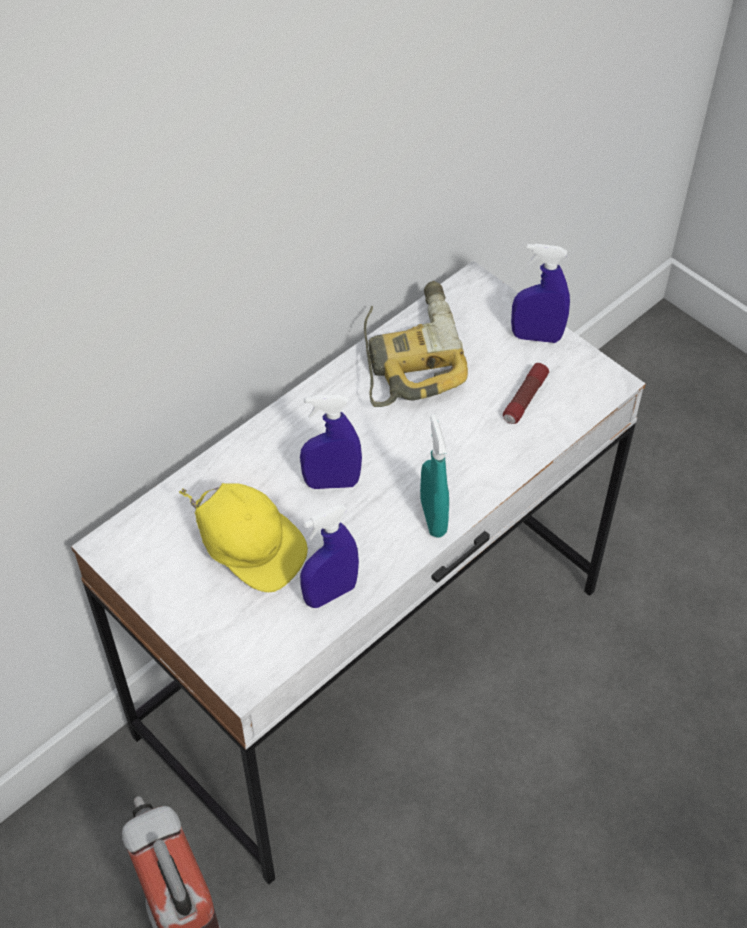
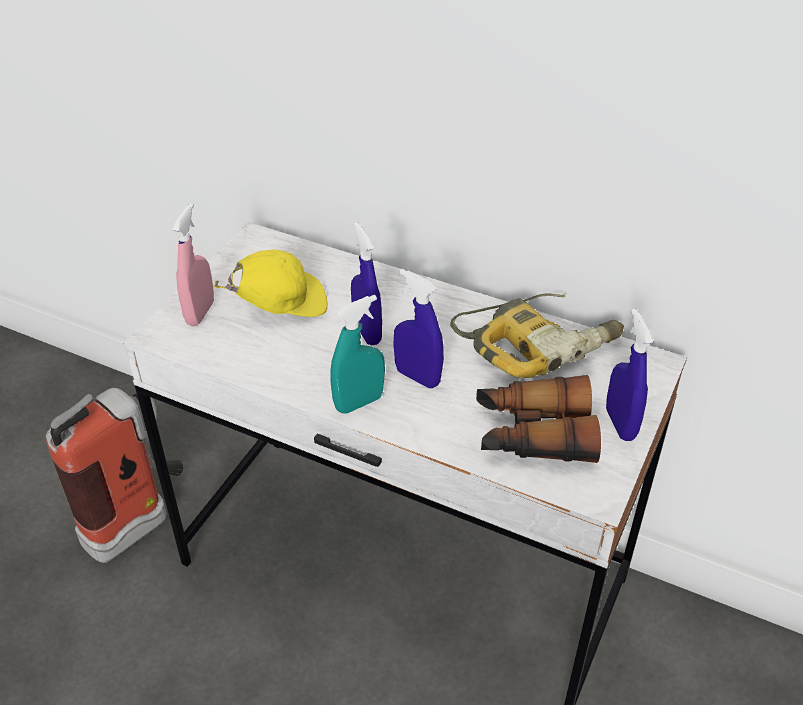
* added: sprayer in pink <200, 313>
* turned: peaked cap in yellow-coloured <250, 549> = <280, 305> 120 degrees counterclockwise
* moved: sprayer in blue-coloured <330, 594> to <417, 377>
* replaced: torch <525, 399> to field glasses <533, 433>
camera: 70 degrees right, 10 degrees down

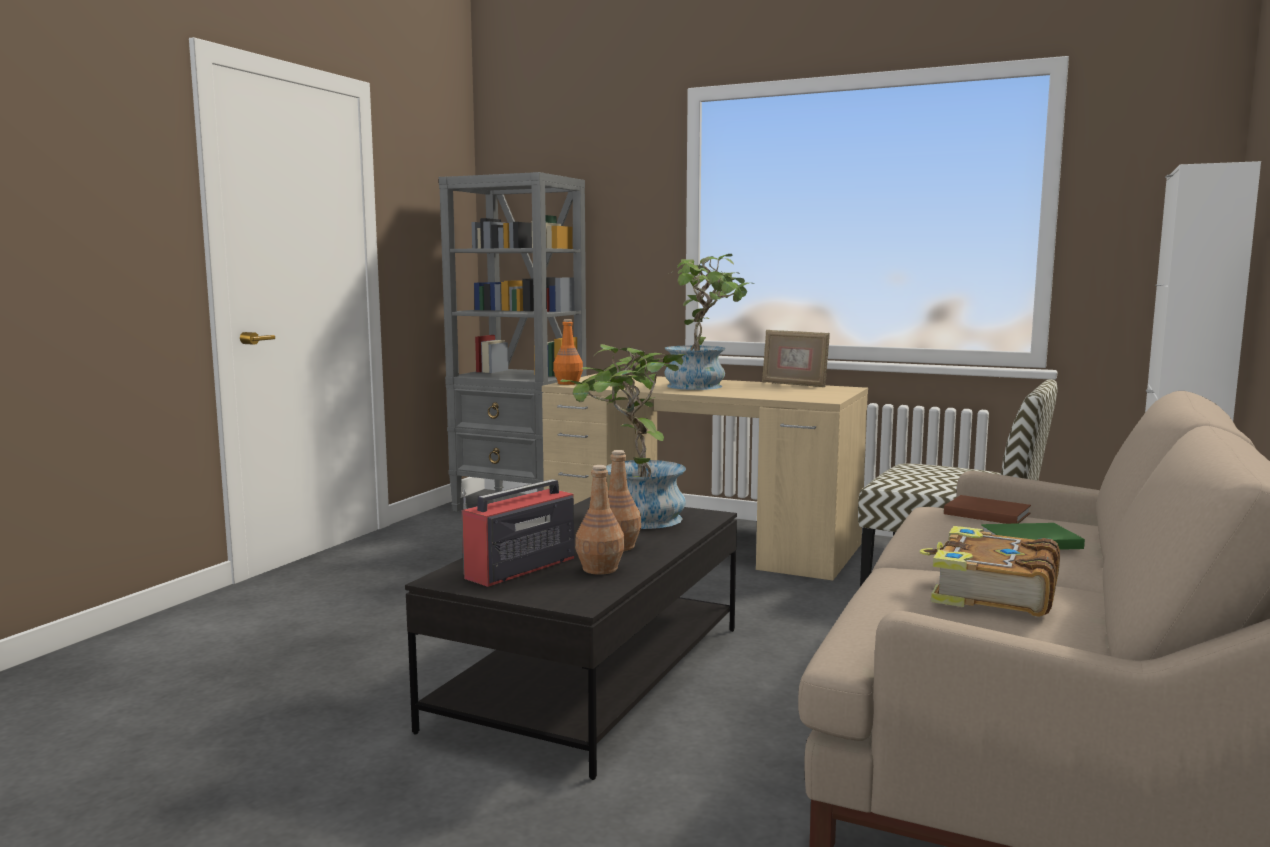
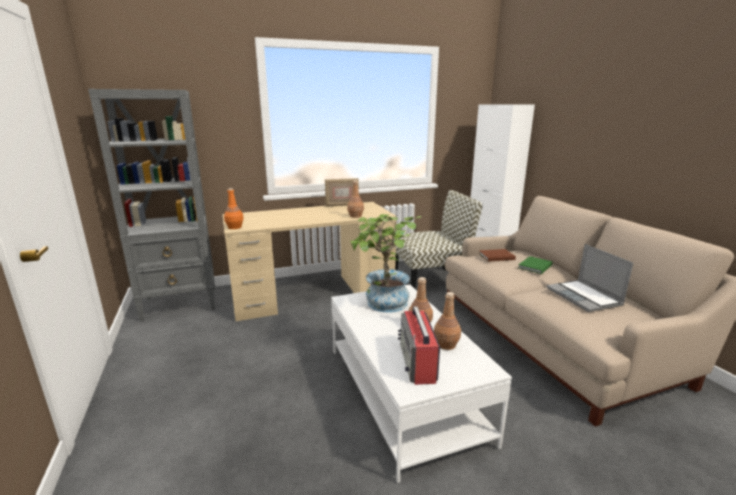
* recoloured: lounge table in blackish <593, 676> to lounge table in whitish <404, 393>
* added: drink bottle in brownish <355, 216>
* replaced: volume <991, 592> to portable computer <584, 297>
* removed: houseplant <703, 386>
camera: 45 degrees left, 10 degrees up

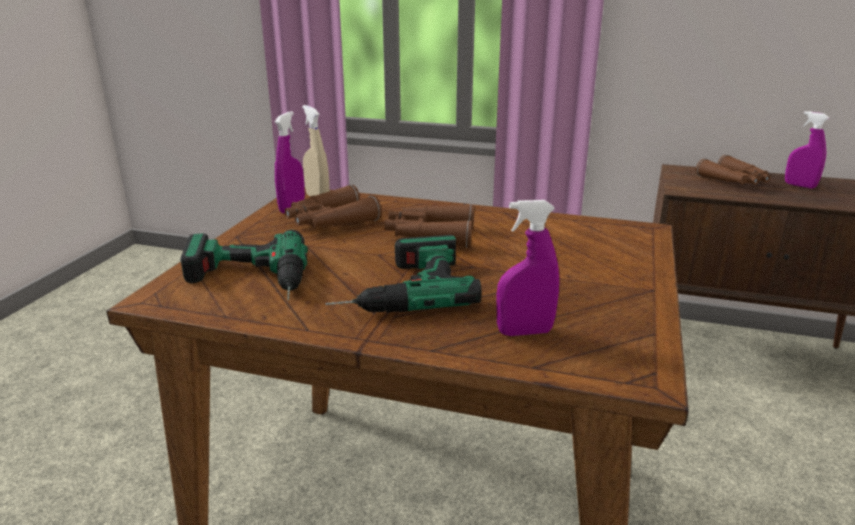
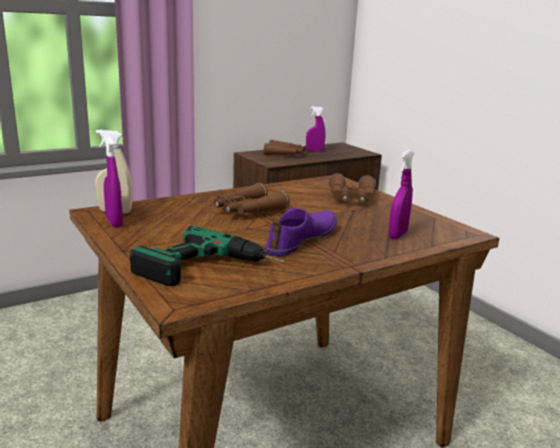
* replaced: electric drill <397, 288> to low shoe in purple-coloured <302, 239>
* moved: field glasses in brownish <330, 221> to <351, 199>
camera: 50 degrees left, 5 degrees down

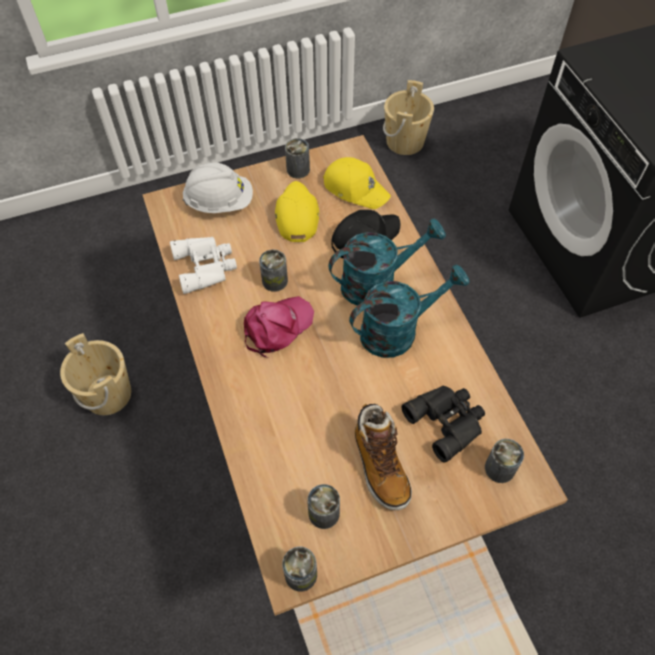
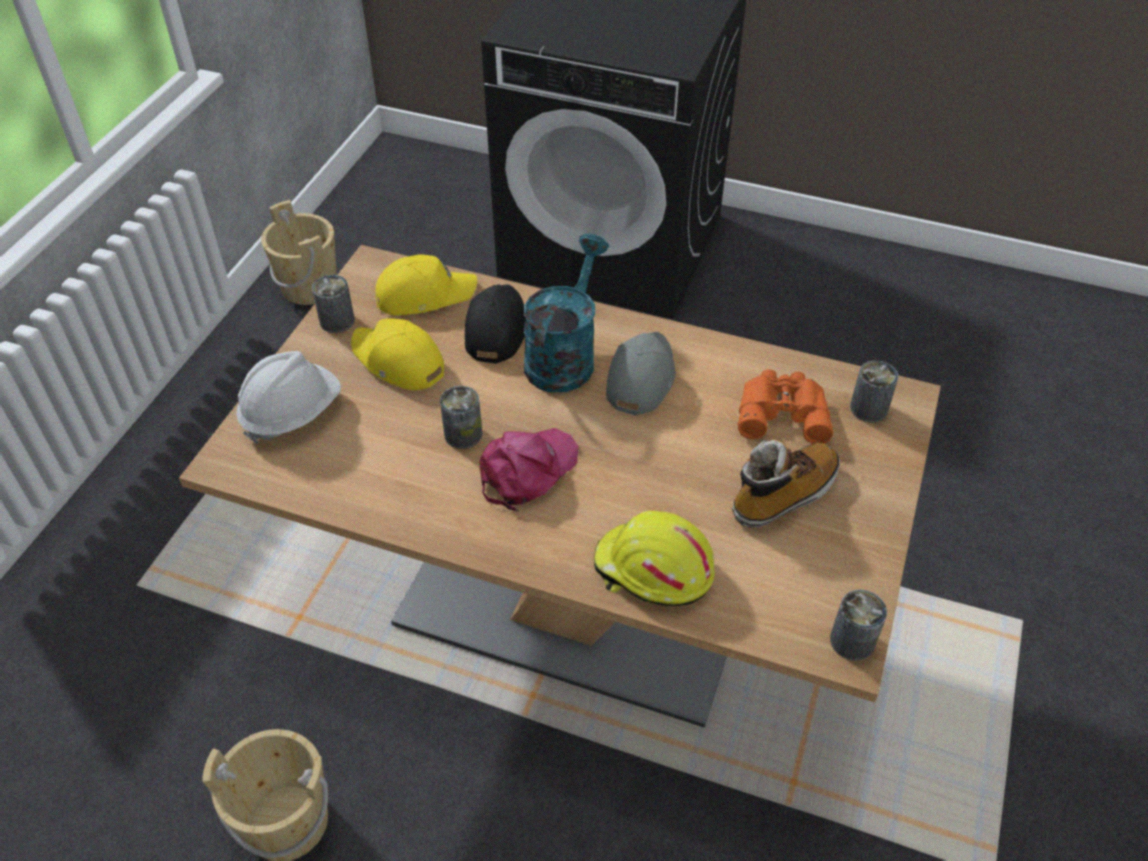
* turned: peaked cap in pink <277, 327> = <527, 471> 45 degrees clockwise
* added: safety helmet in yellow-coloured <652, 570>
* replaced: watering pot in blue-green <398, 330> to peaked cap in gray <640, 378>
* turned: high-top boot <380, 466> = <784, 494> 60 degrees counterclockwise
* recoloured: field glasses in blackish <447, 420> to field glasses in orange <782, 411>
* removed: field glasses in whitish <206, 266>
* removed: sealed can <324, 513>
camera: 50 degrees left, 10 degrees down

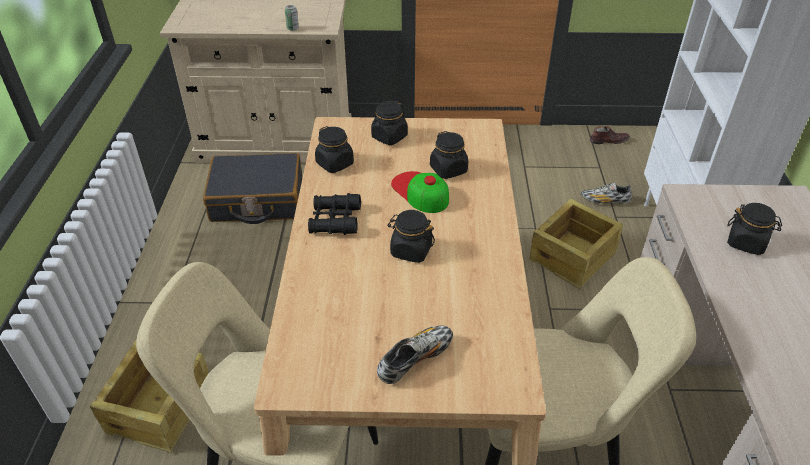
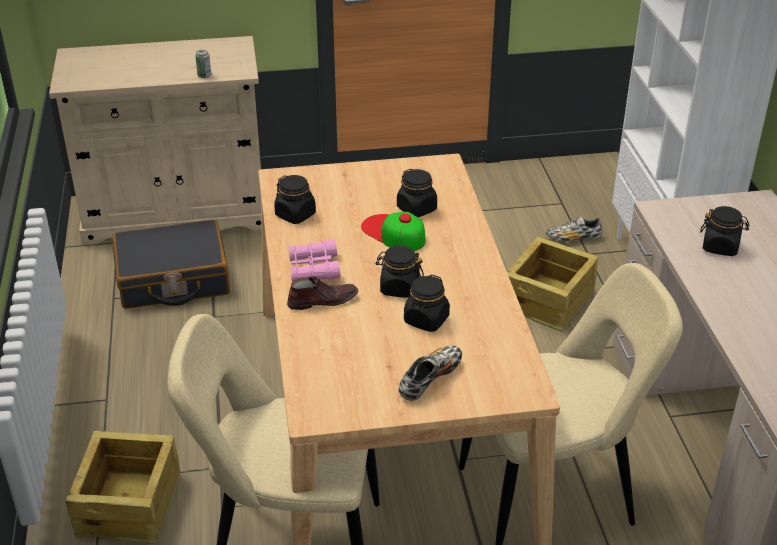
* moved: low shoe in brownish <608, 140> to <322, 300>
* recoloured: field glasses in blackish <335, 220> to field glasses in pink <314, 269>
* moved: jar in blackish <389, 137> to <426, 320>
camera: 10 degrees left, 5 degrees down

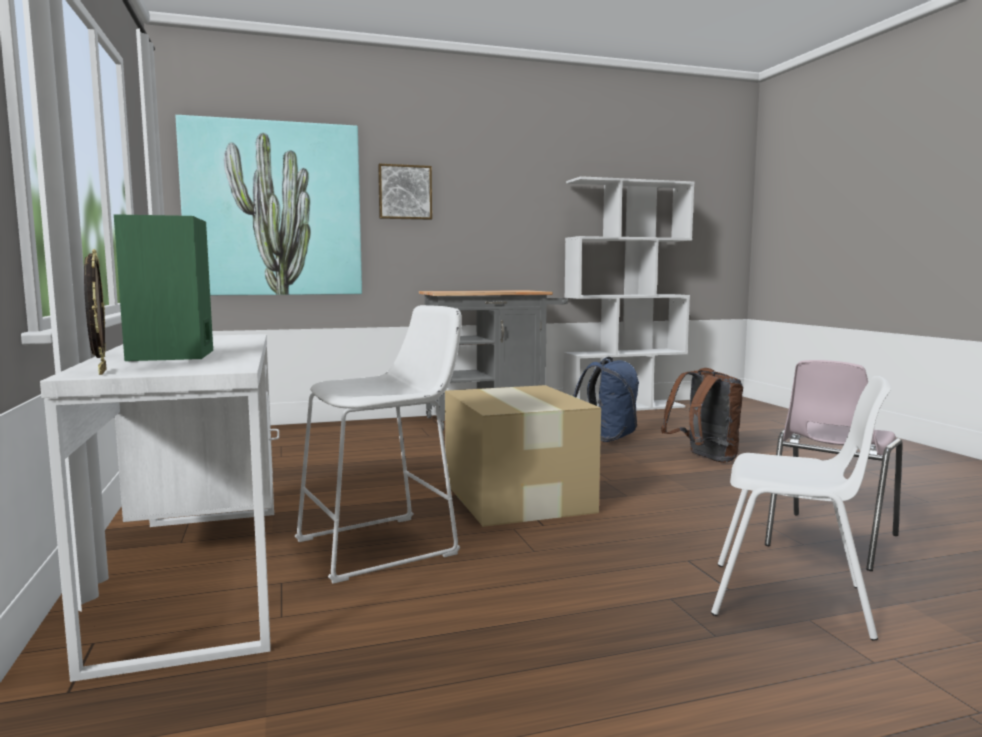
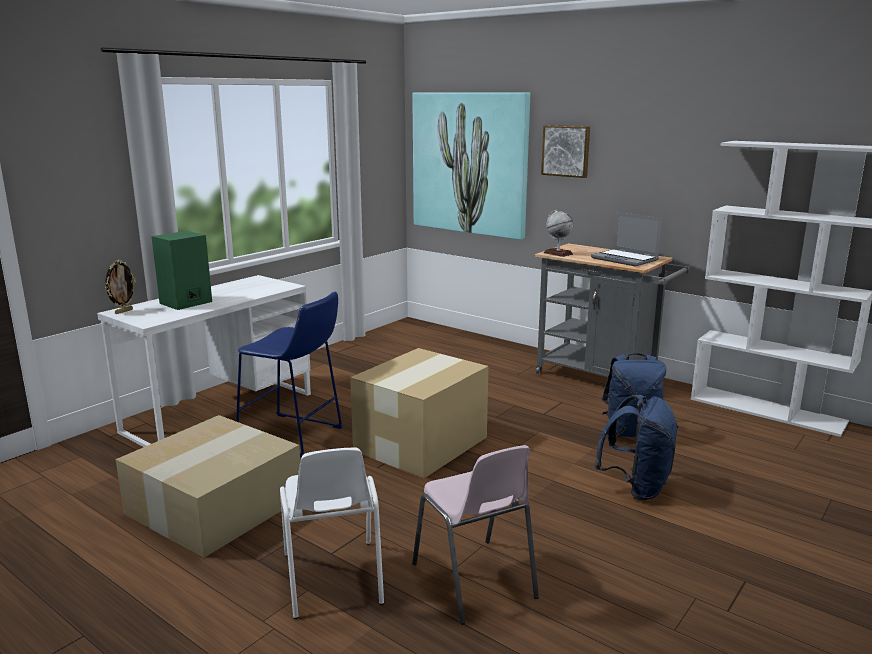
* added: carton <215, 504>
* recoloured: stool seat in whitish <385, 546> to stool seat in blue-coloured <294, 436>
* turned: chair in pink <829, 540> = <474, 581> 120 degrees counterclockwise
* added: desk globe <558, 253>
* added: portable computer <625, 259>
* recoloured: knapsack in brownish <704, 459> to knapsack in blue-coloured <636, 487>
camera: 55 degrees right, 10 degrees up

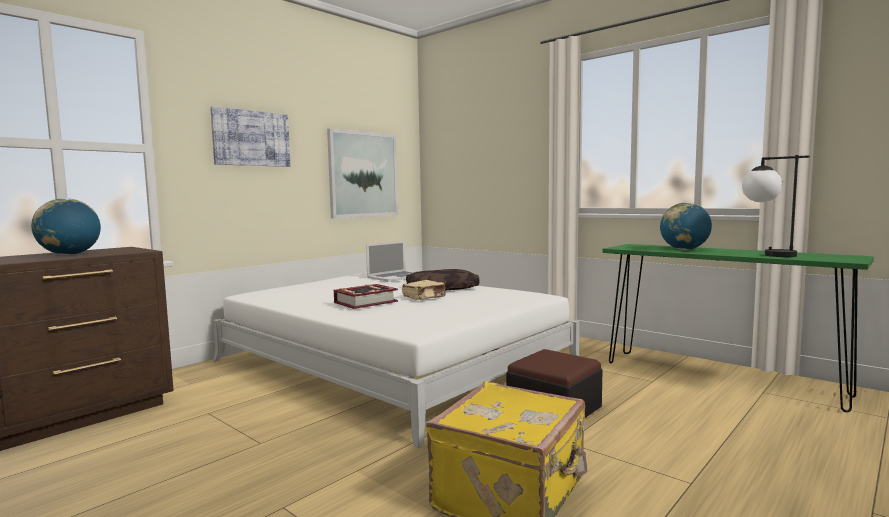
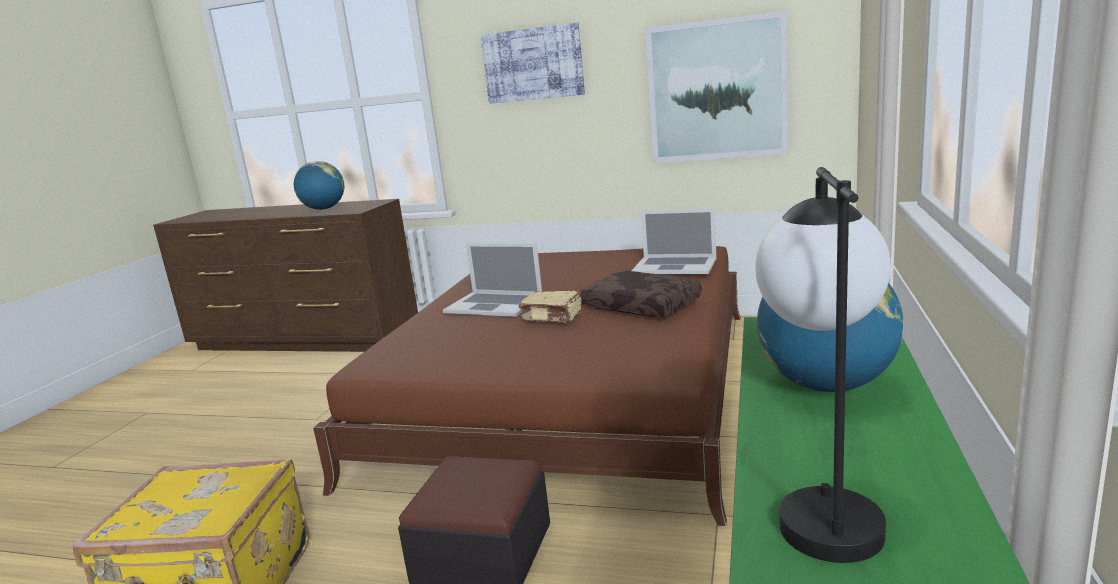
* recoloured: bed in whitish <392, 362> to bed in brownish <574, 388>
* replaced: volume <365, 302> to portable computer <494, 304>
camera: 65 degrees right, 10 degrees up

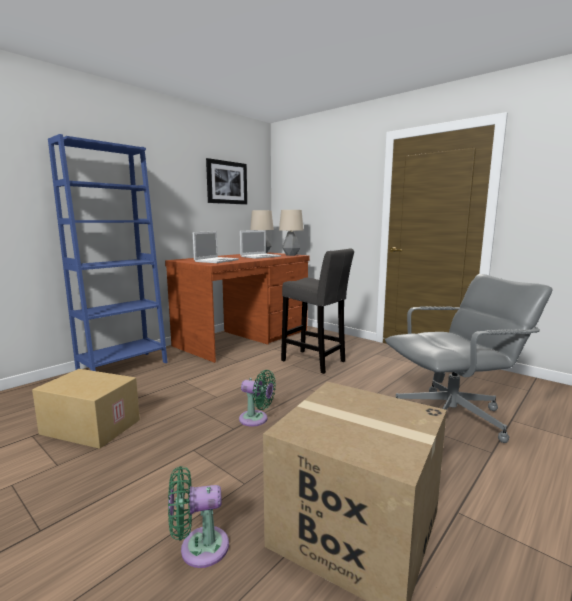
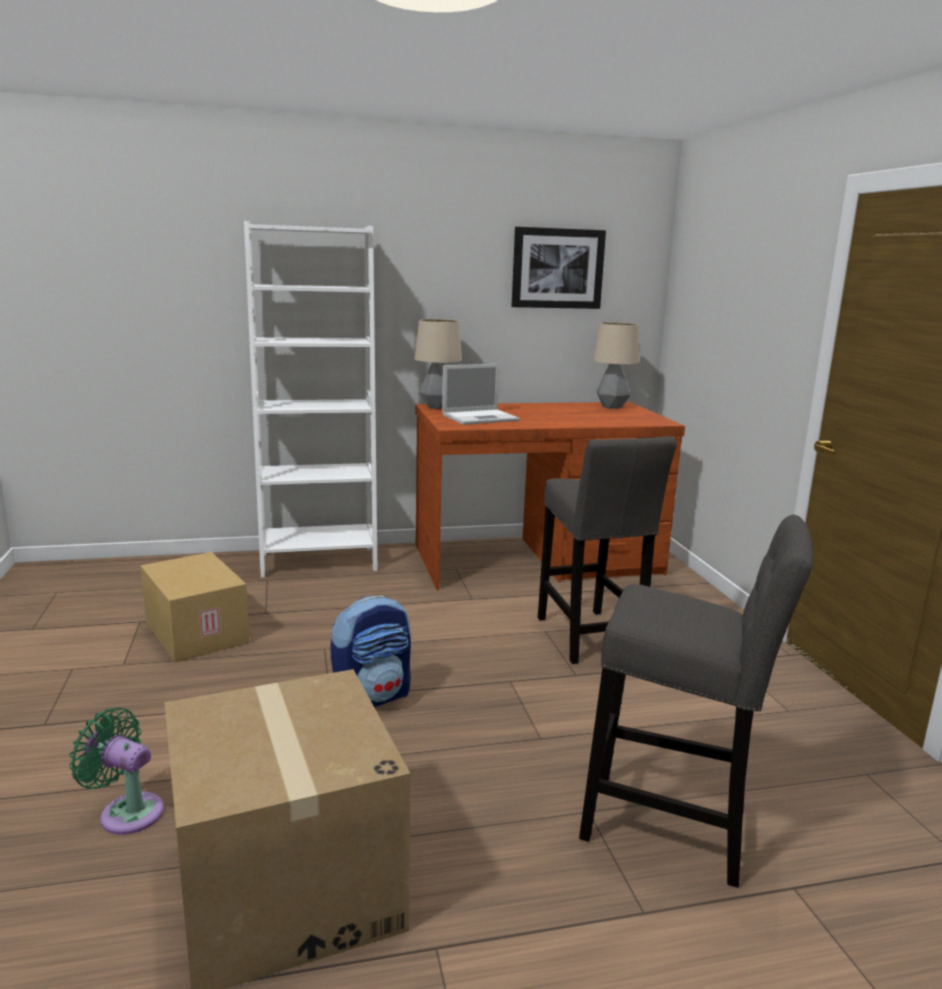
* recoloured: bookshelf in blue-coloured <123, 367> to bookshelf in whitish <318, 561>
* replaced: electric fan in greenish <256, 419> to knapsack <372, 697>
* moved: tabletop lamp <291, 255> to <437, 407>
* replaced: office chair in gray <452, 418> to stool seat in gray <674, 829>
* removed: portable computer <261, 256>
camera: 35 degrees right, 5 degrees up

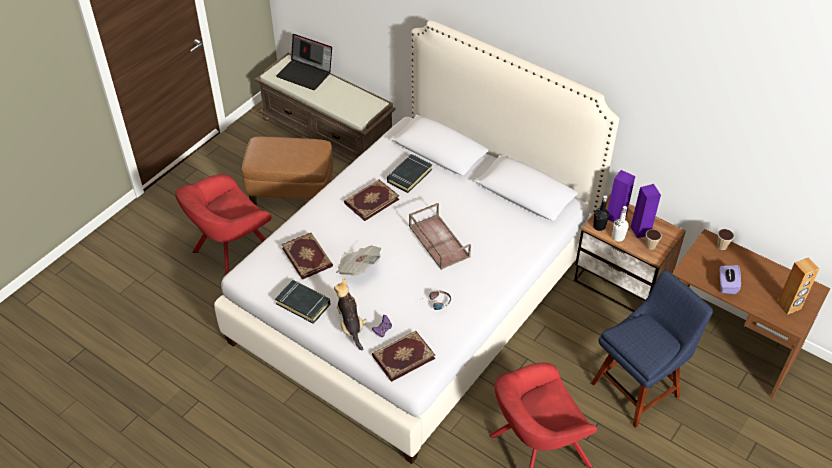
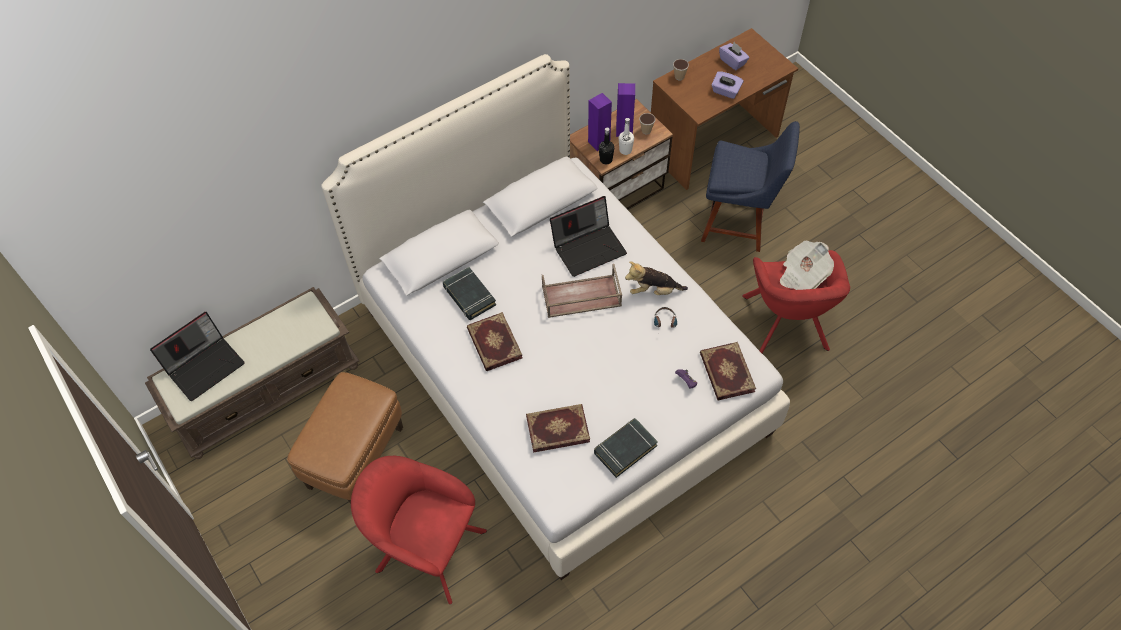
* turned: armchair in red <232, 256> = <426, 548> 135 degrees clockwise
* added: portable computer <589, 247>
* moved: plush toy <350, 326> to <653, 290>
* turned: chair in blue-coloured <638, 387> = <739, 223> 120 degrees clockwise
* added: tissue box in purple-coloured <733, 62>
* moved: printed paper <358, 268> to <802, 275>
* removed: loudspeaker in brownish <789, 306>
camera: 70 degrees left, 10 degrees up

